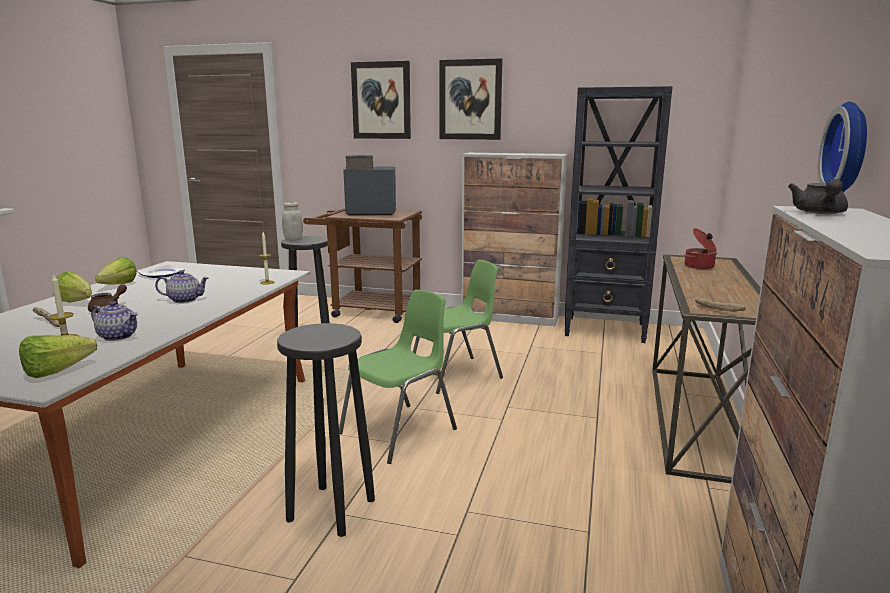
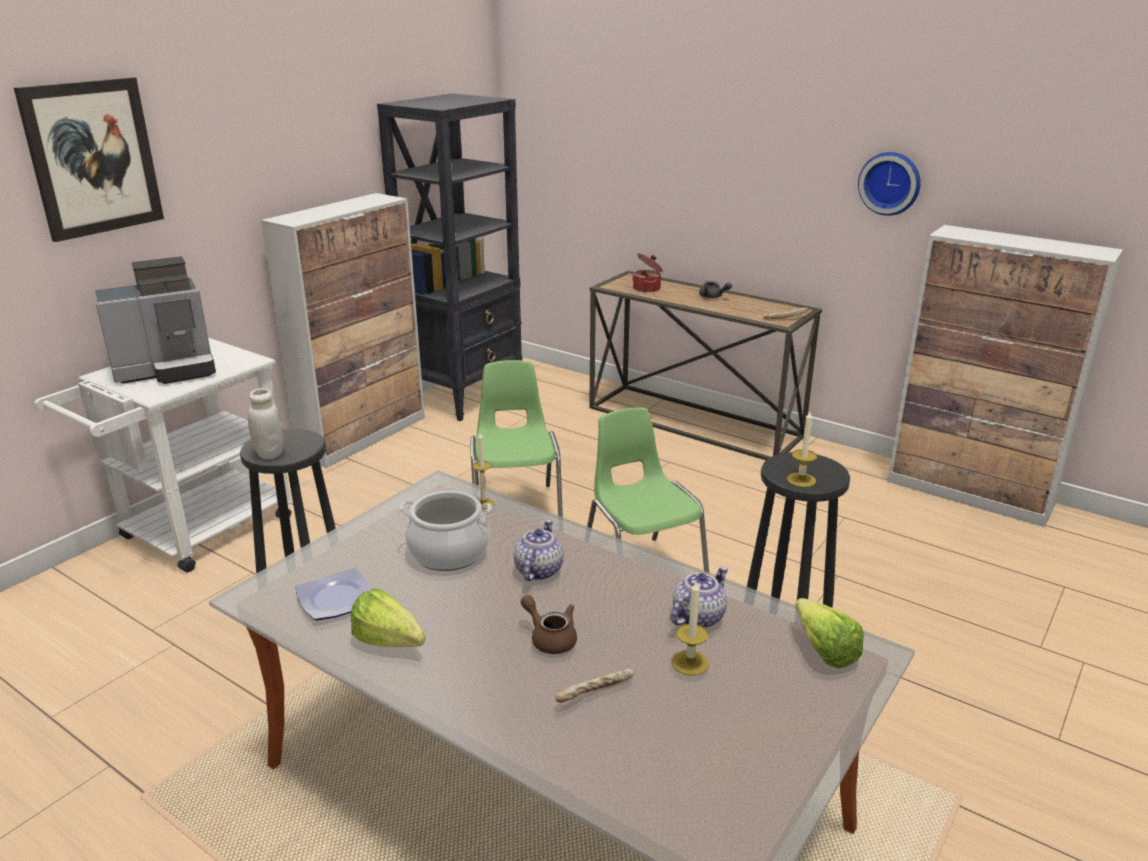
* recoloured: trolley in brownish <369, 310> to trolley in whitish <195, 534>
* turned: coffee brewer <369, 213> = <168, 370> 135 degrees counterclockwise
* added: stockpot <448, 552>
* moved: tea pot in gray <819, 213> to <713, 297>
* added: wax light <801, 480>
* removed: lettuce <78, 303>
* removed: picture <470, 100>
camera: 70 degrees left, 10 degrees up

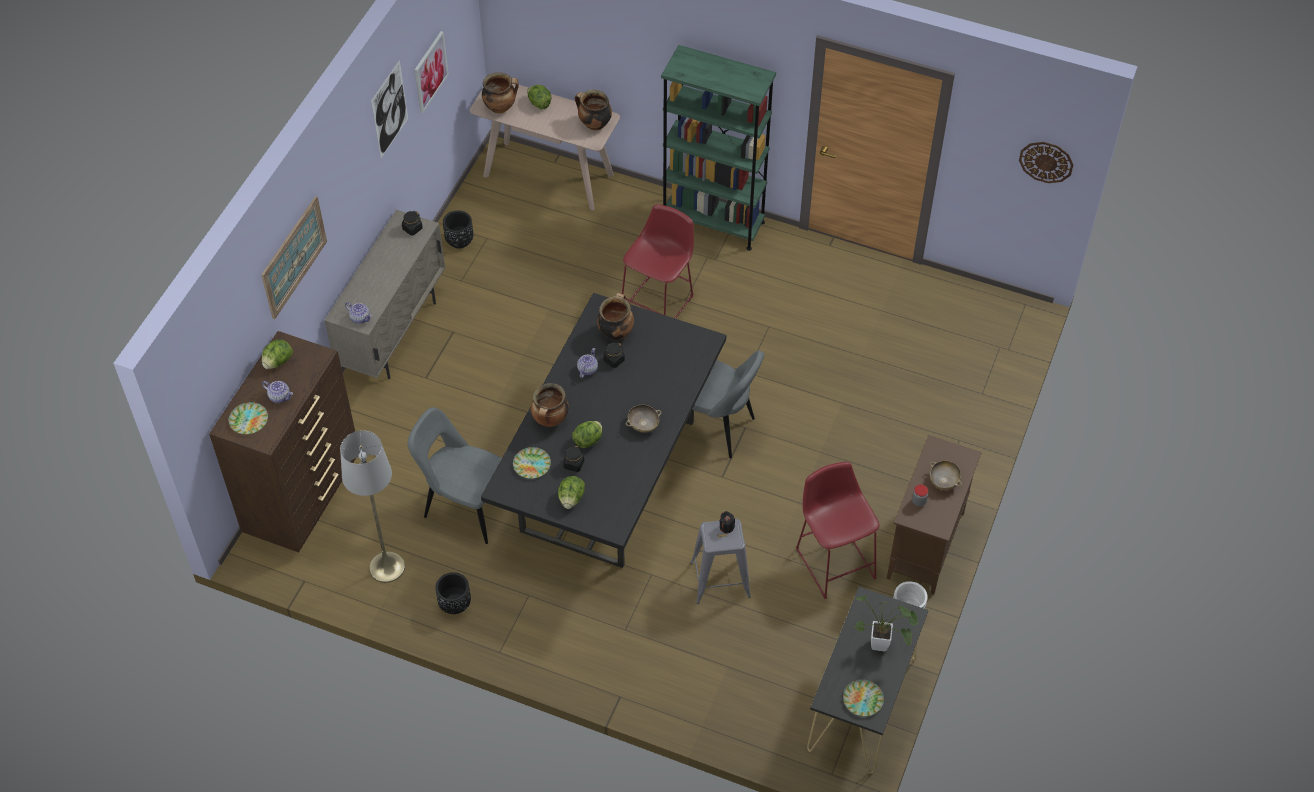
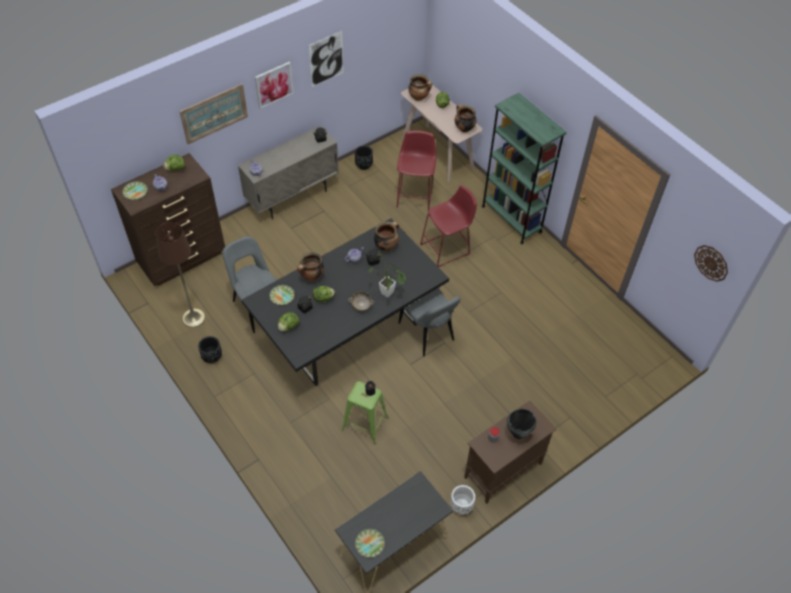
* recoloured: standard lamp in gray <387, 567> to standard lamp in brownish <193, 318>
* moved: picture <430, 71> to <274, 84>
* recoloured: stool seat in gray <721, 580> to stool seat in greenish <365, 423>
* moved: houseplant <883, 645> to <389, 294>
* moved: stool seat in red <834, 560> to <415, 194>
* replaced: bowl in beige-coloured <944, 481> to stockpot in blackish <518, 434>
camera: 30 degrees right, 0 degrees up

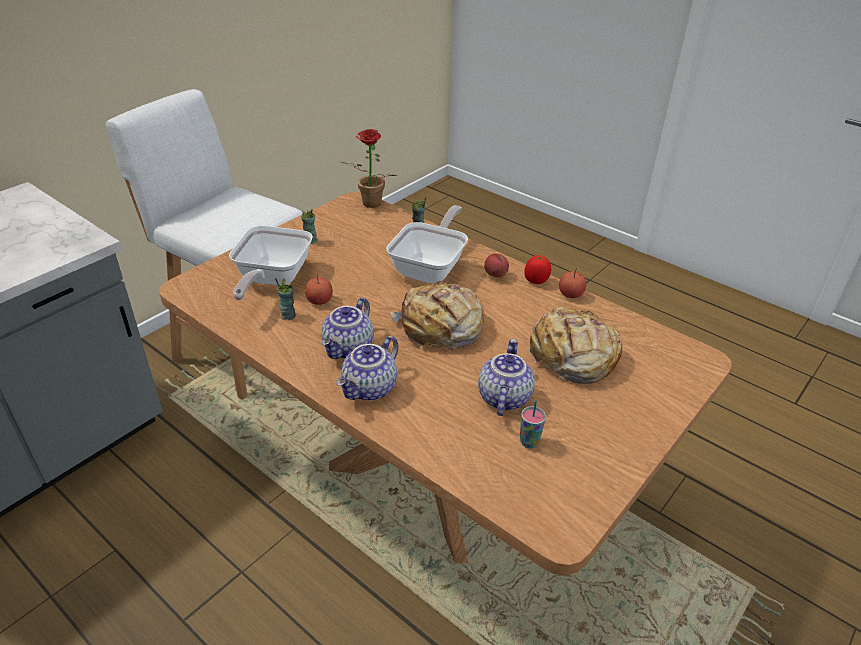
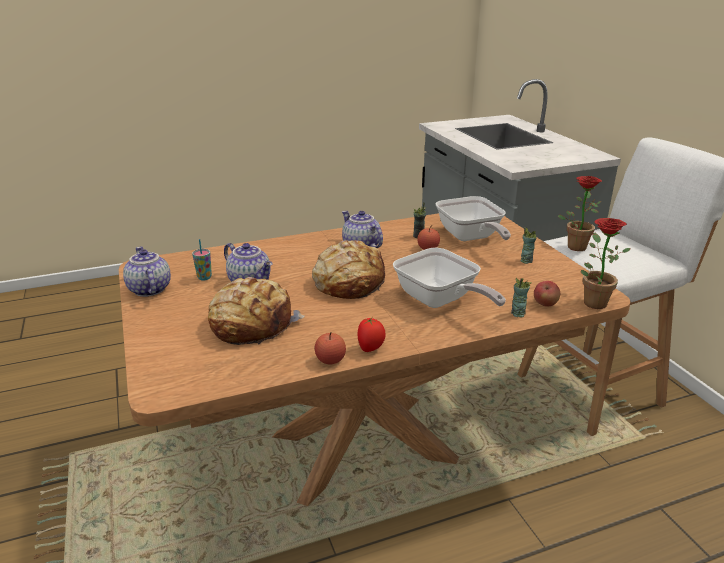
* moved: tea pot <370, 389> to <148, 289>
* turned: pan <271, 280> = <470, 238> 150 degrees counterclockwise
* moved: whole apple <495, 275> to <545, 304>
* added: houseplant <575, 245>
camera: 120 degrees right, 10 degrees down

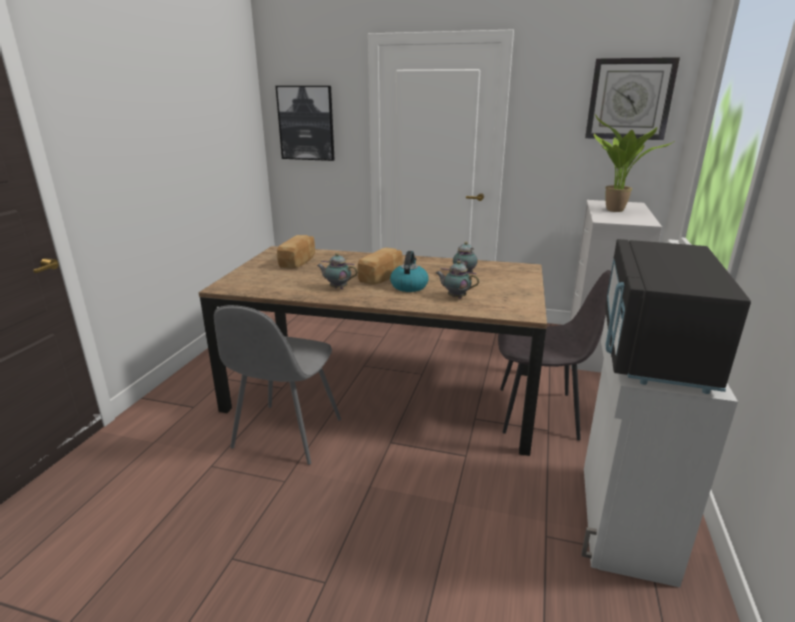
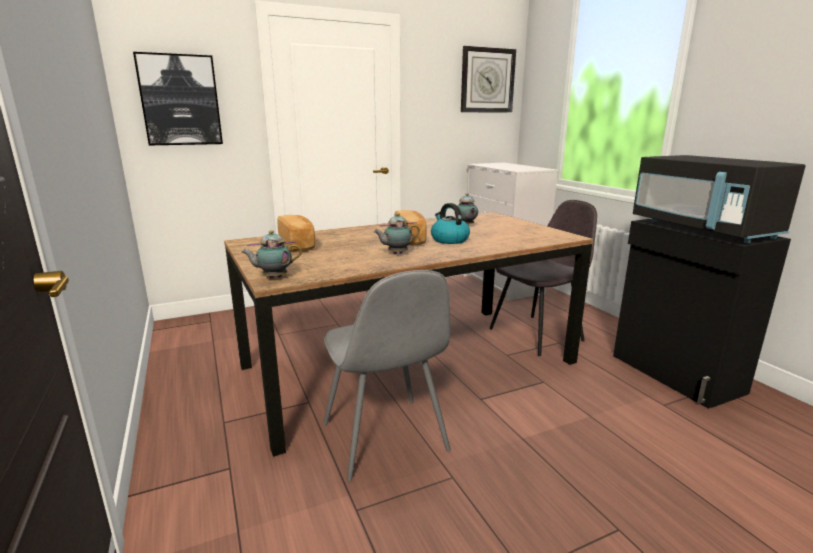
* moved: tea pot <455, 297> to <273, 277>
* recoloured: cupboard in whitish <622, 520> to cupboard in blackish <675, 374>
* removed: houseplant <615, 211>
camera: 40 degrees left, 5 degrees down

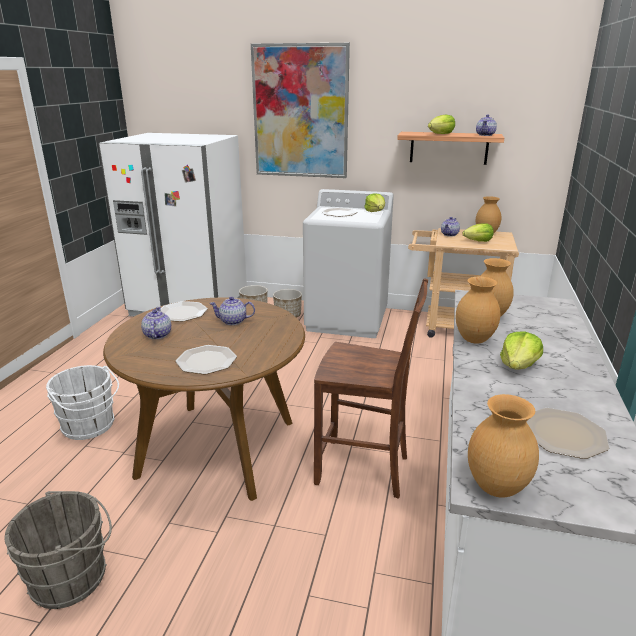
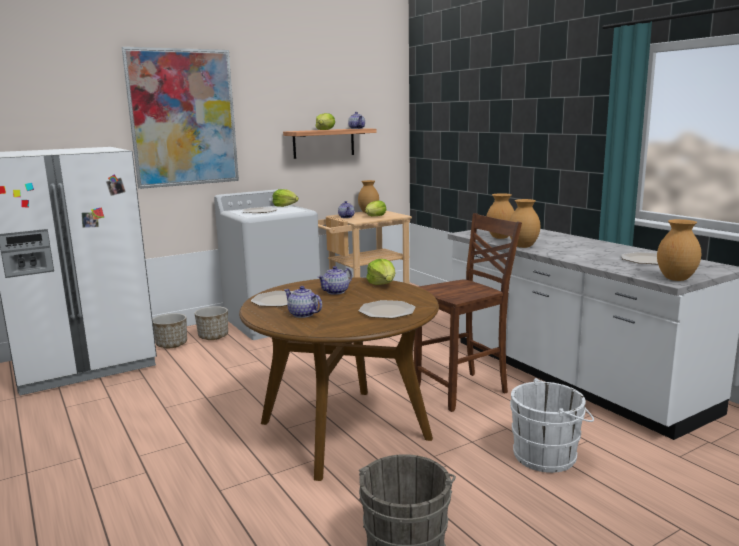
* moved: lettuce <518, 366> to <382, 284>
* moved: water bucket in whitish <90, 426> to <548, 456>
camera: 45 degrees left, 10 degrees down

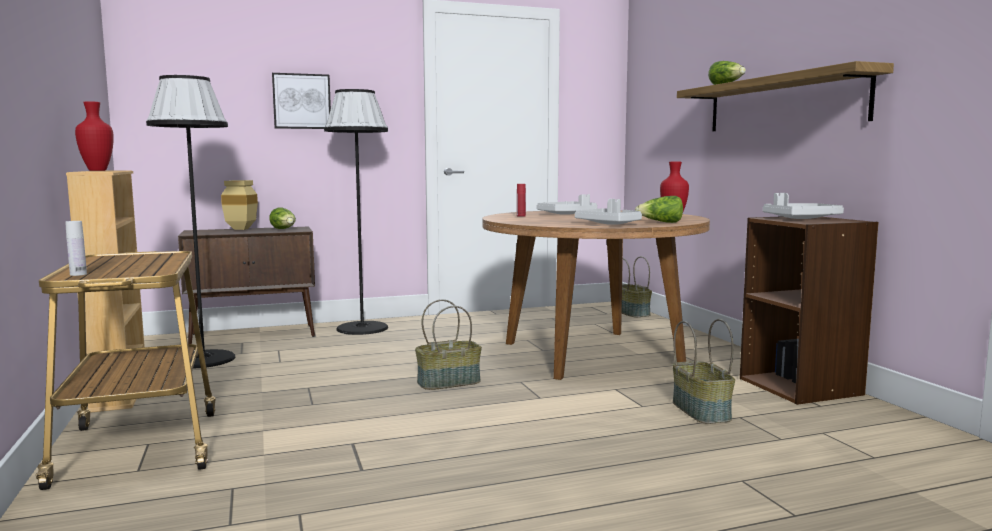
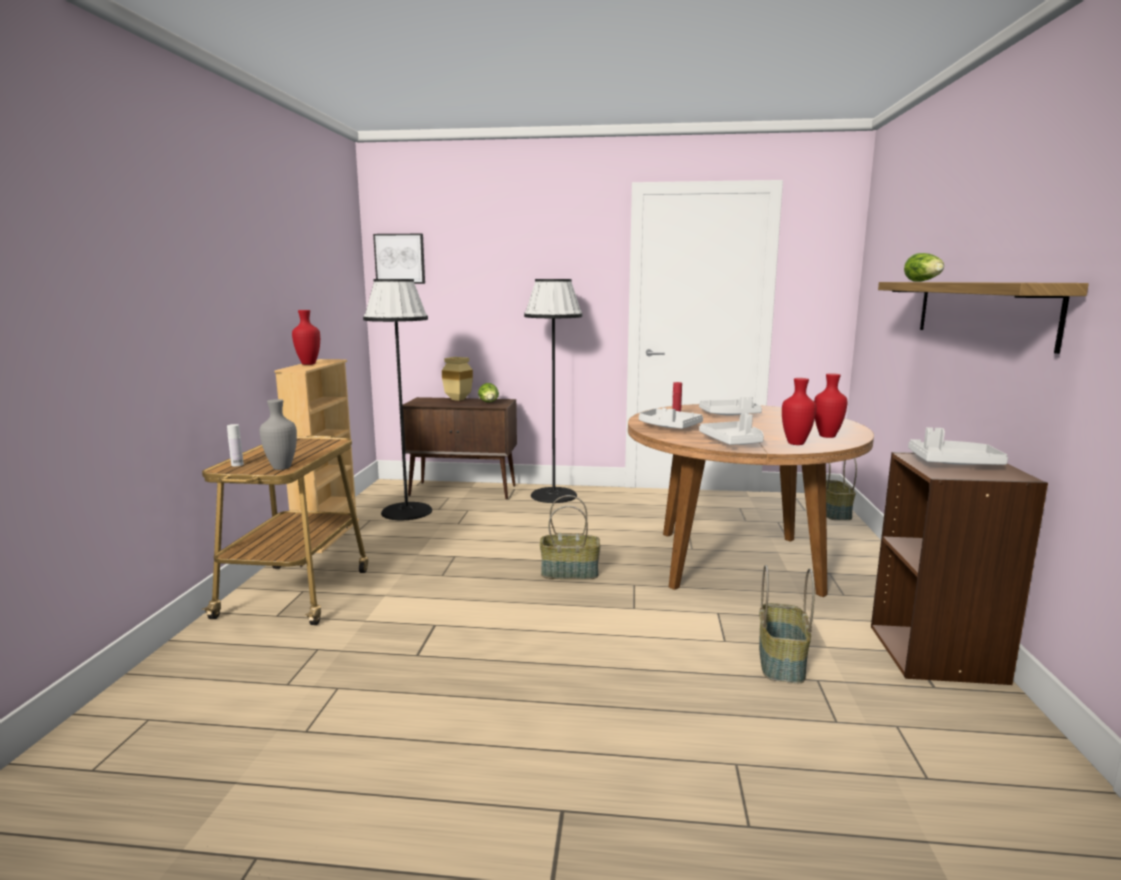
* added: flower vase in gray <280, 468>
* moved: picture <301, 101> to <400, 259>
* added: tray in gray <668, 427>
* replaced: lettuce <661, 222> to flower vase in red <796, 444>
camera: 25 degrees right, 5 degrees up

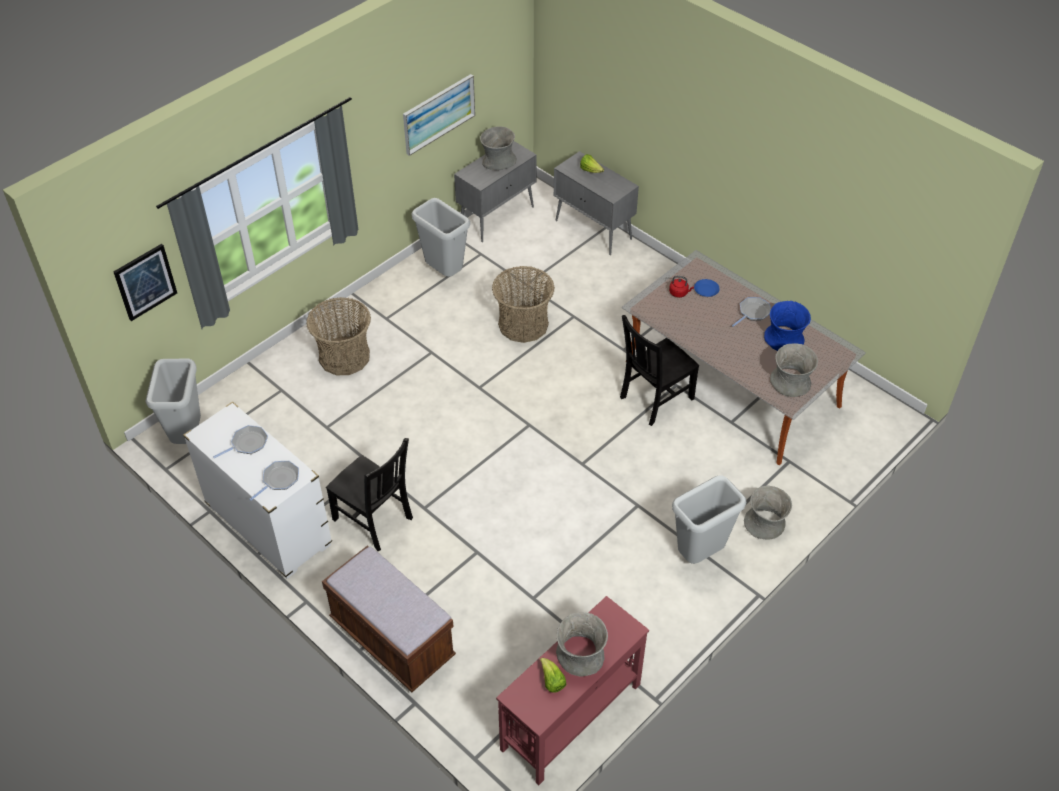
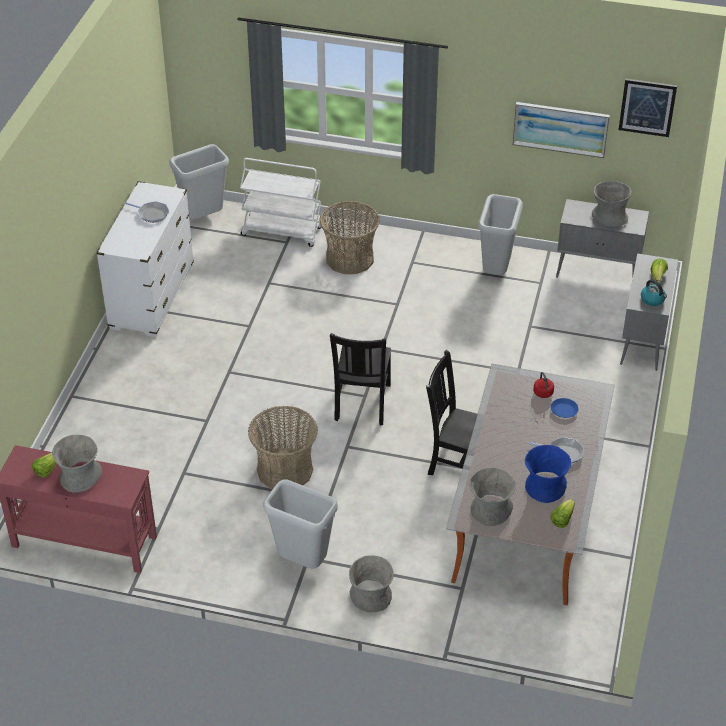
* added: trolley in whitish <282, 231>
* moved: basket <523, 324> to <285, 470>
* moved: chair in blackish <374, 520> to <362, 404>
* added: lettuce <562, 519>
* moved: picture <145, 282> to <647, 107>
* added: tea kettle <653, 299>
* removed: pan <279, 479>
* removed: bench in brownish <392, 639>
camera: 60 degrees right, 5 degrees down

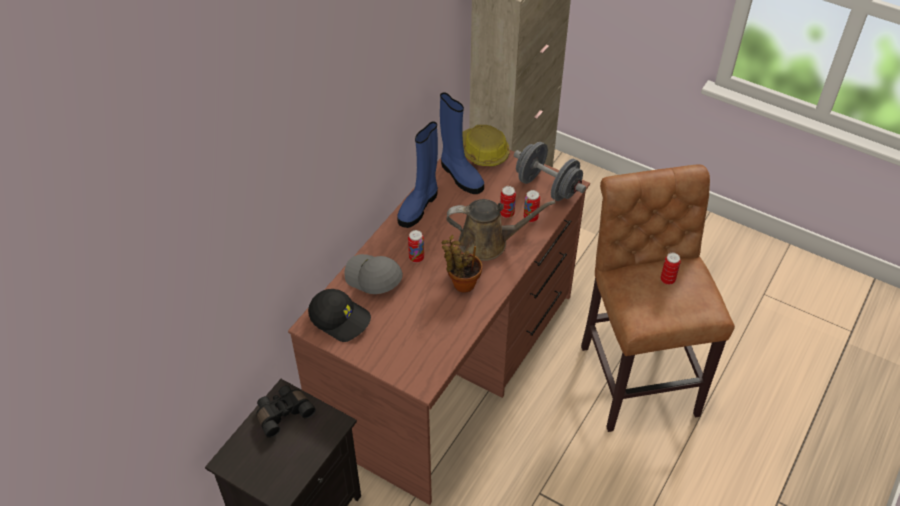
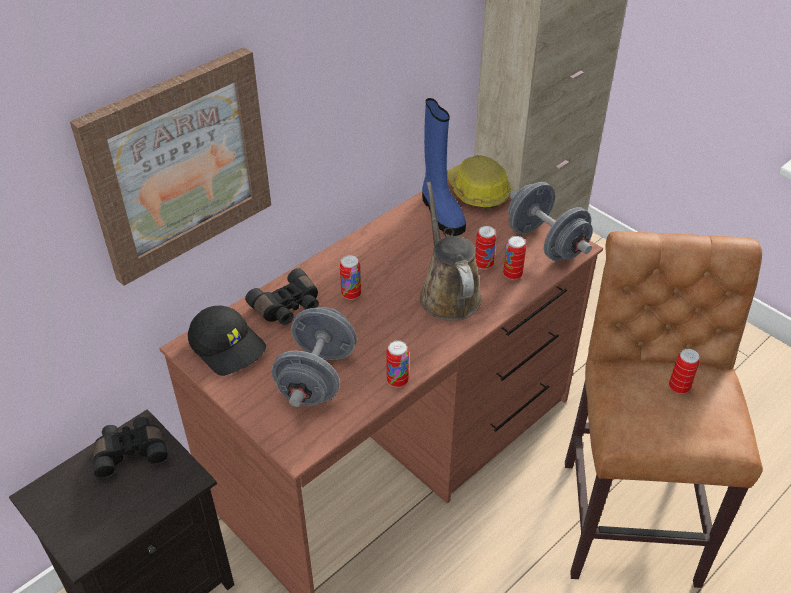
* added: picture <178, 165>
* replaced: peaked cap in gray <373, 278> to field glasses in blackish <288, 307>
* added: hand weight in gray <316, 377>
* added: sealed can <397, 381>
* turned: watering pot in brownish <488, 242> = <448, 293> 120 degrees counterclockwise
* removed: high-top boot in blue-coloured <419, 206>
* removed: houseplant <461, 283>
camera: 15 degrees right, 5 degrees down

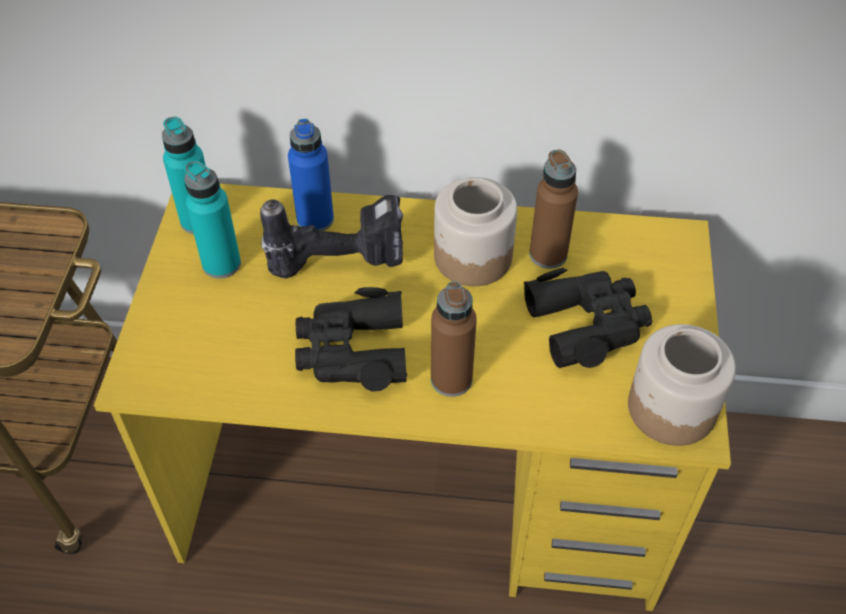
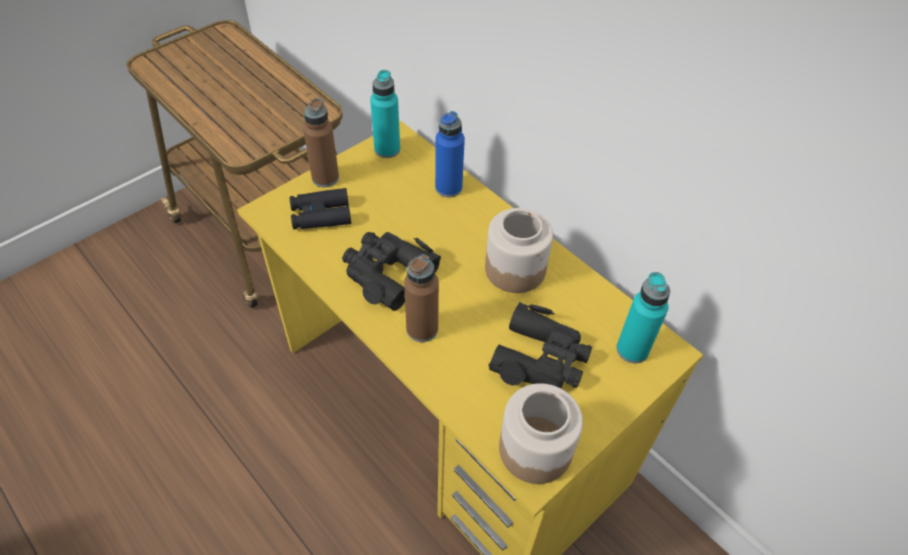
* added: field glasses in blackish <321, 215>
* moved: drink bottle in brownish <548, 254> to <325, 178>
* moved: drink bottle in blue-green <221, 264> to <632, 350>
* removed: electric drill <341, 260>
camera: 40 degrees right, 0 degrees up

